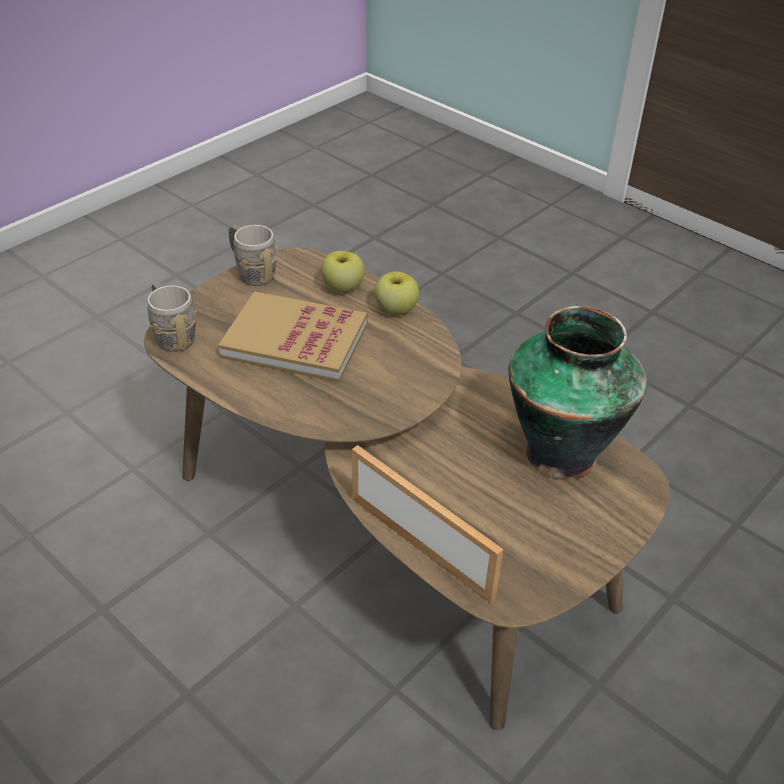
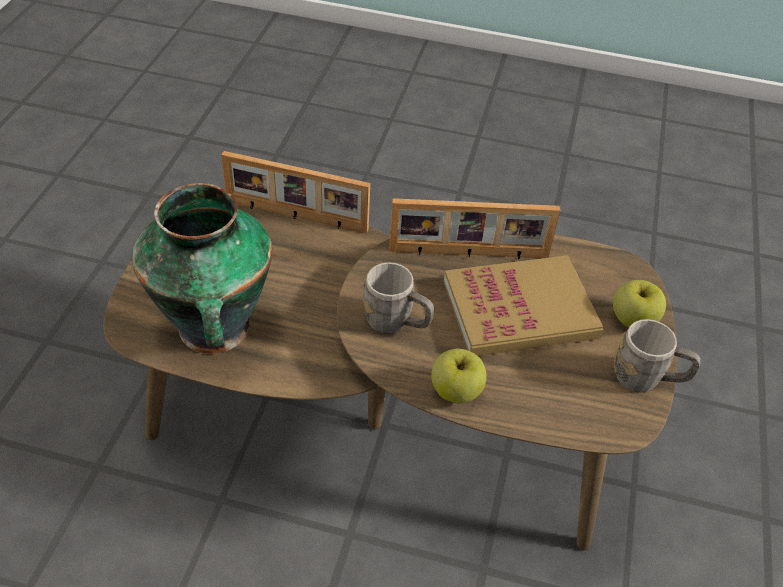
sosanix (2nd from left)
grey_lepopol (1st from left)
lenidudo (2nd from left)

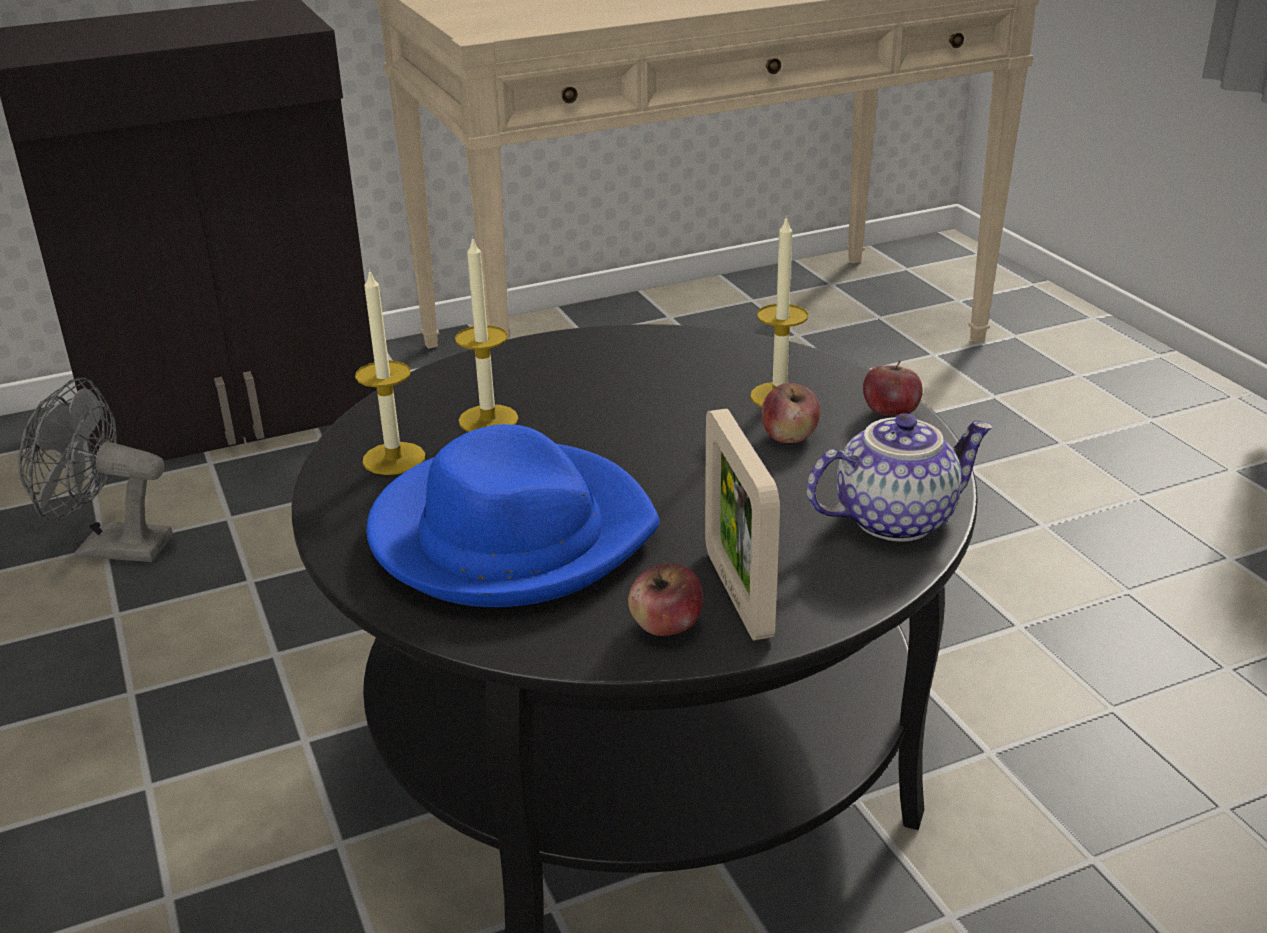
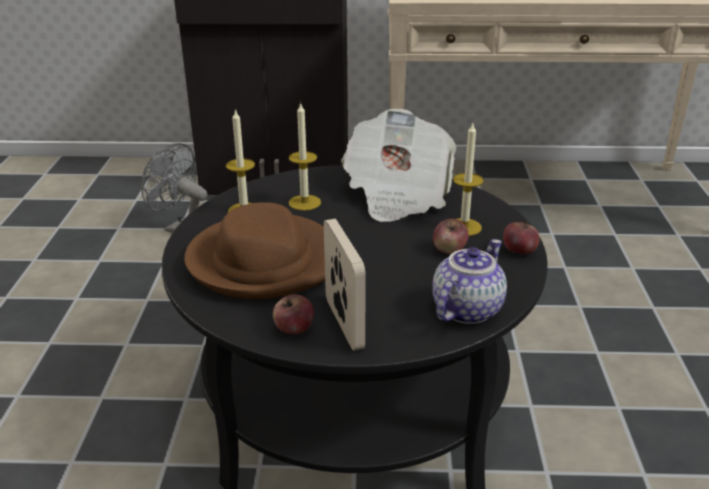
lenidudo
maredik
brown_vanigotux
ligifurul

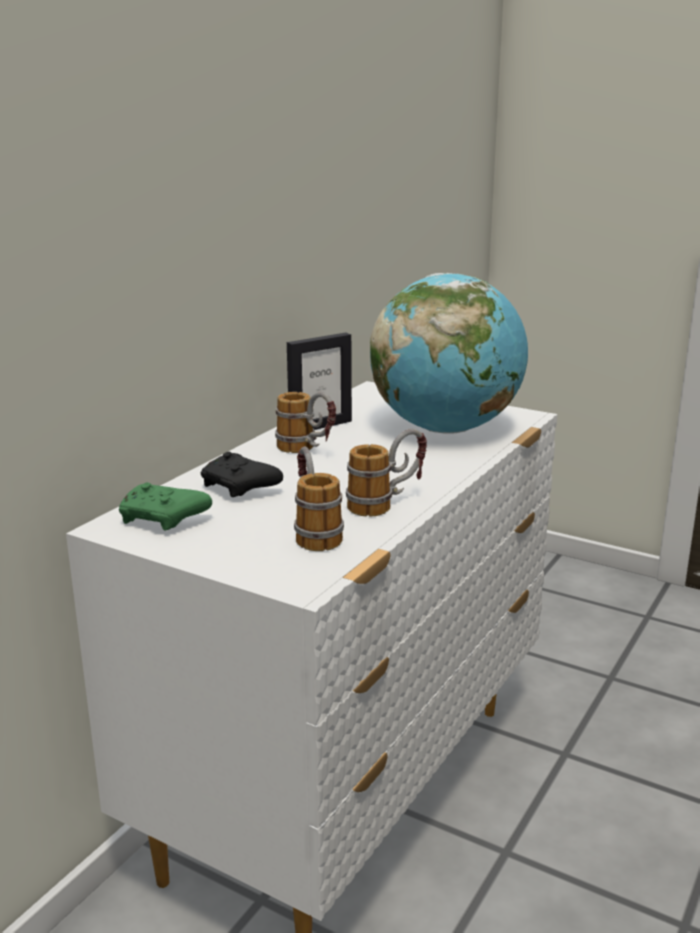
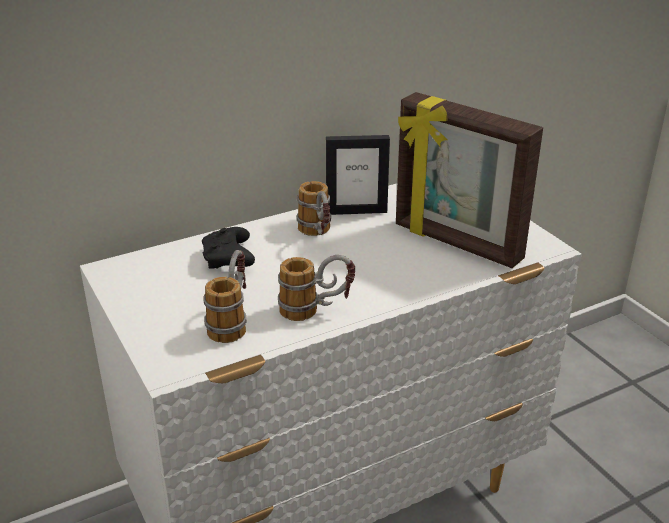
lenidudo (2nd from left)
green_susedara

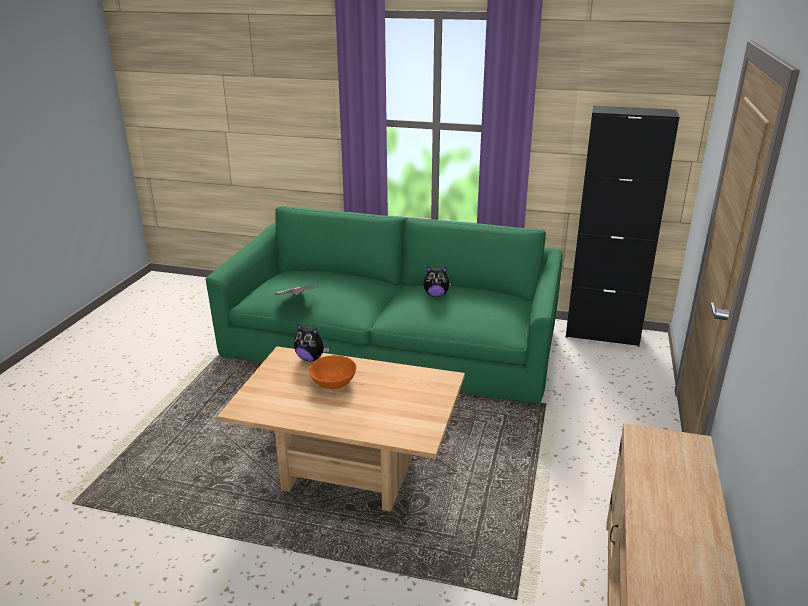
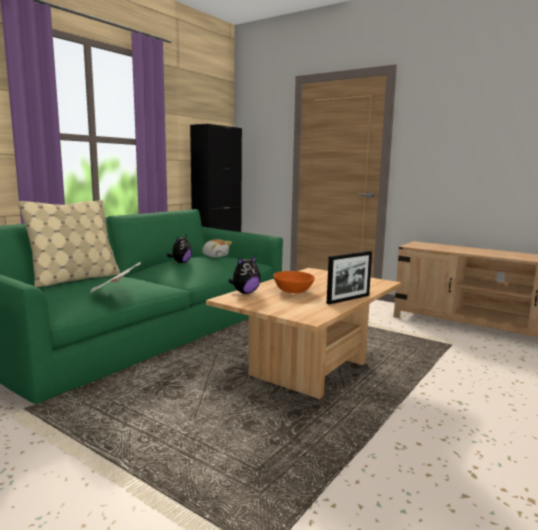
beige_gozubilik
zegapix (2nd from left)
lenidudo

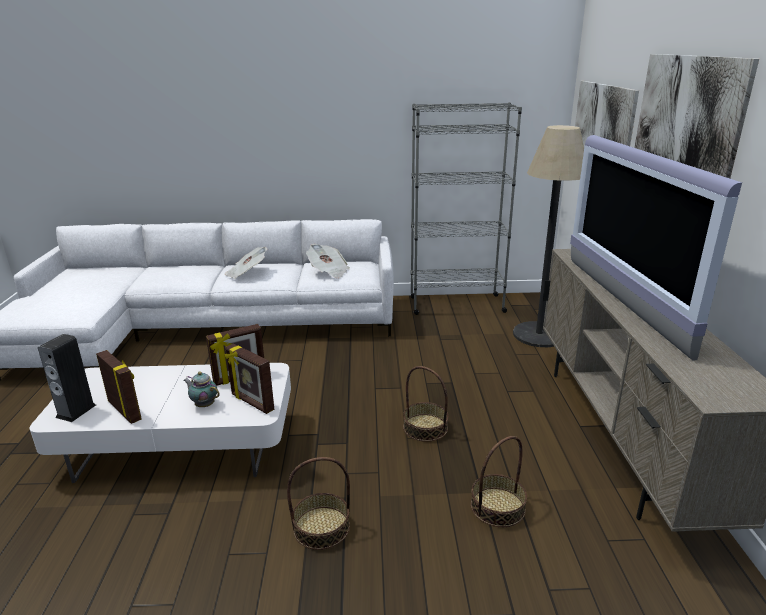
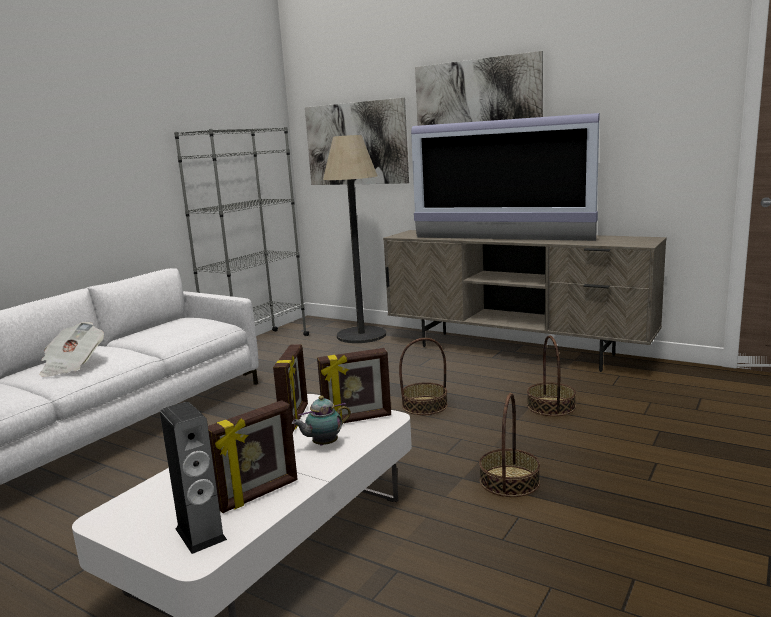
ligifurul (2nd from left in the first image)
lenidudo (1st from left)

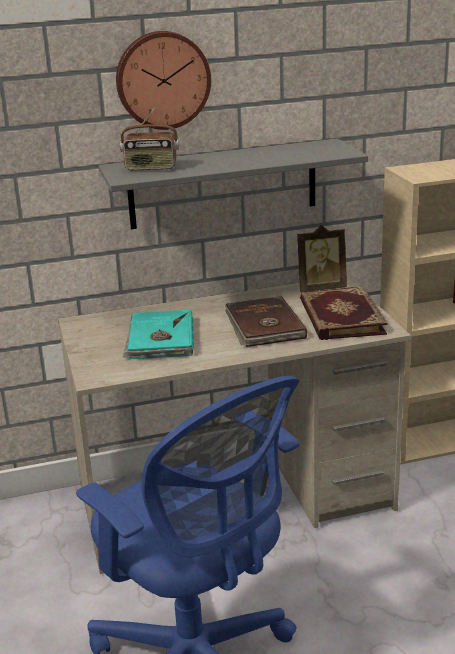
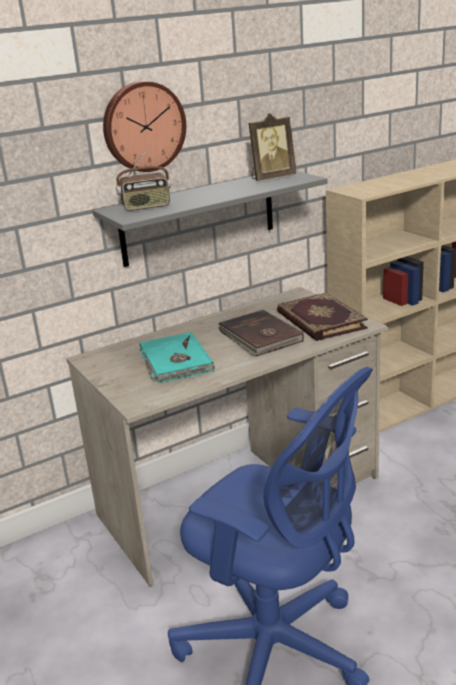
lenidudo

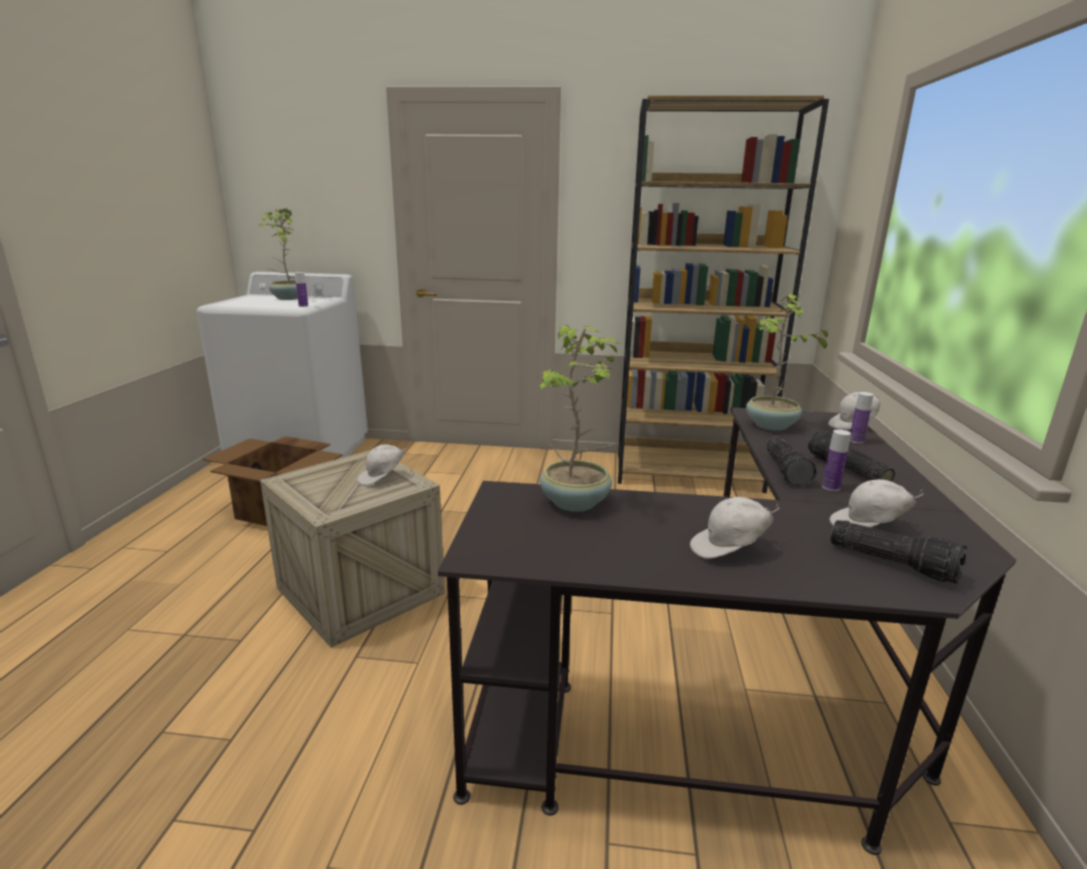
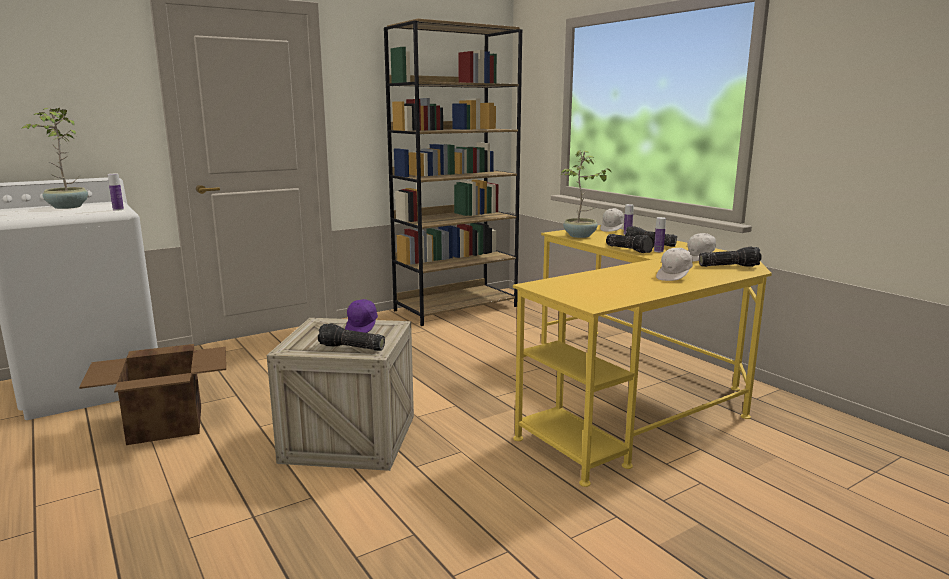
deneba (2nd from left in the first image)
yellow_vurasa
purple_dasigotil
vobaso (1st from left)

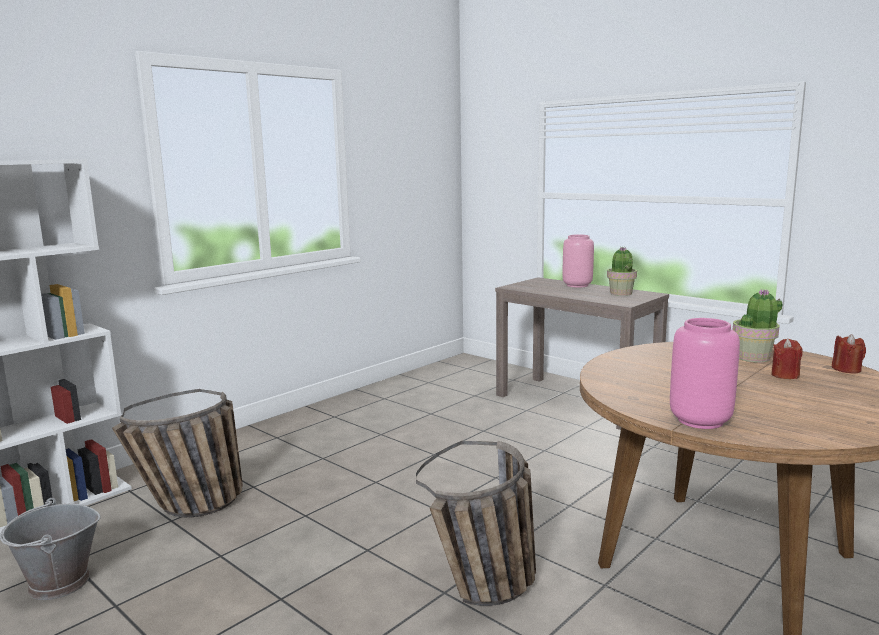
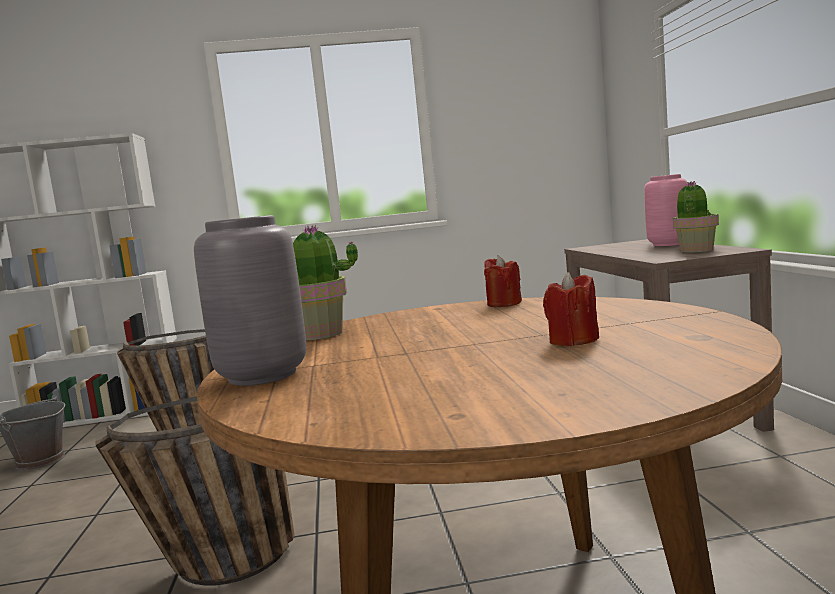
deneba (1st from left)
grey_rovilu
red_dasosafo (1st from left)

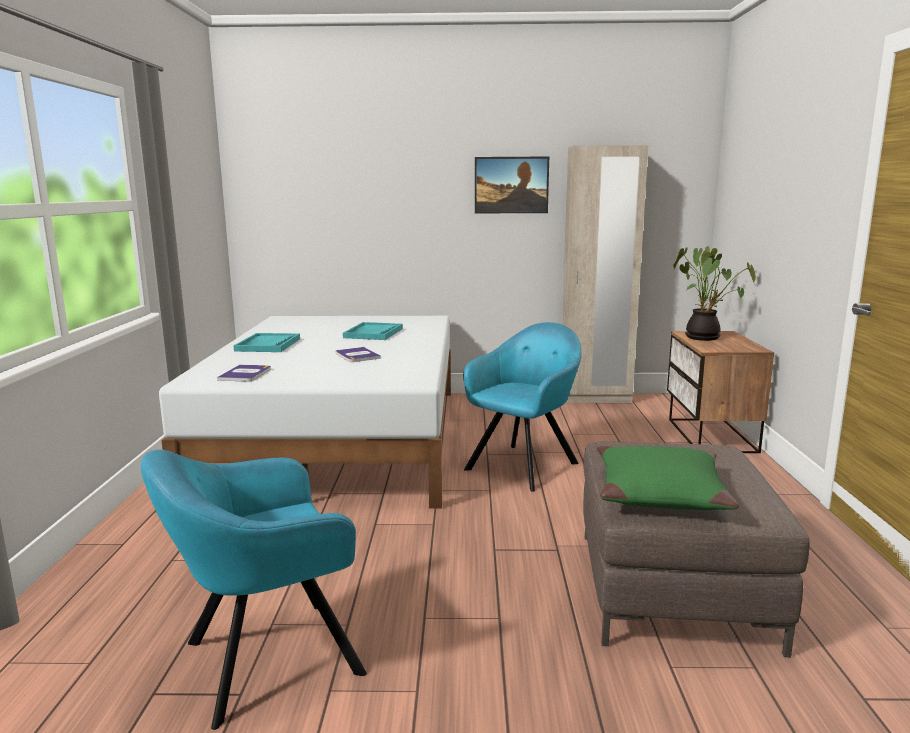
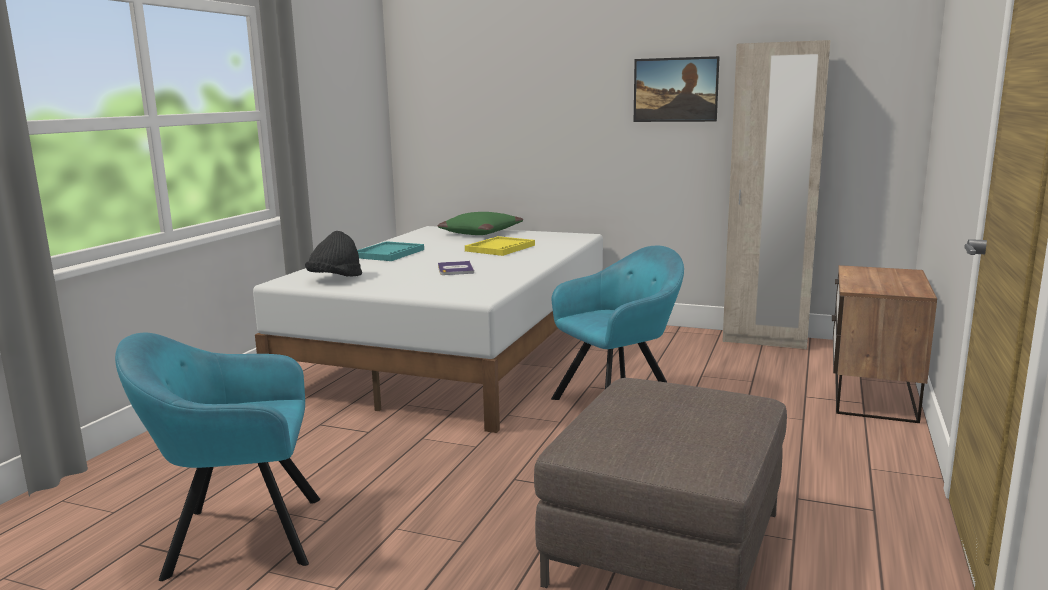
deneba
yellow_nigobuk
black_vanigotux
green_gozubilik

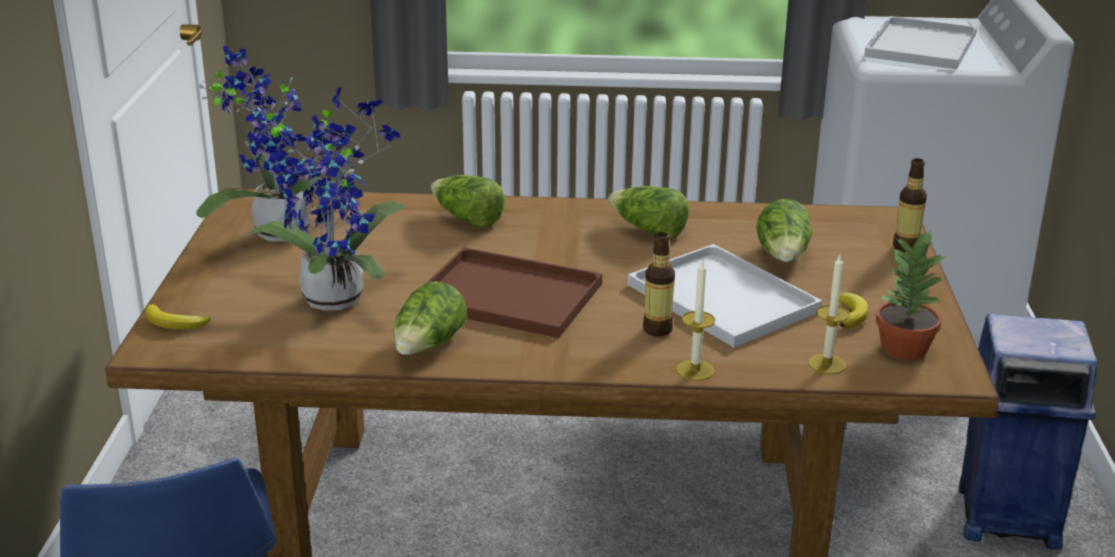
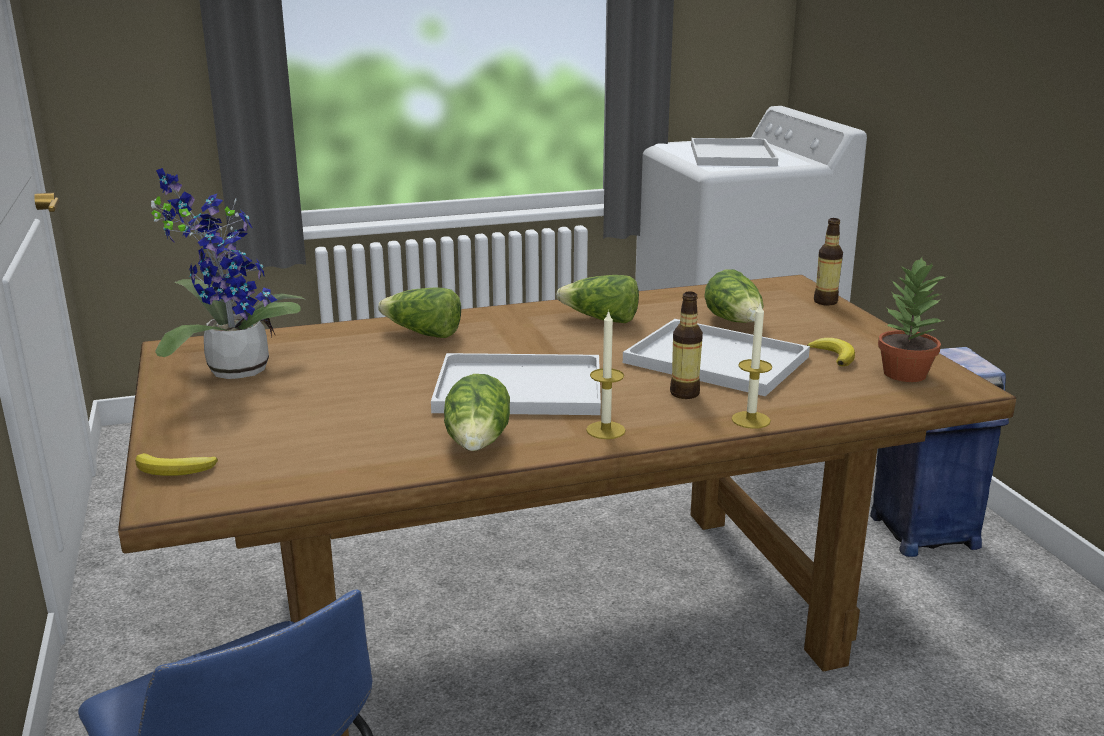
deneba (2nd from left in the first image)
white_nigobuk (1st from left)
dasosafo (1st from left)

